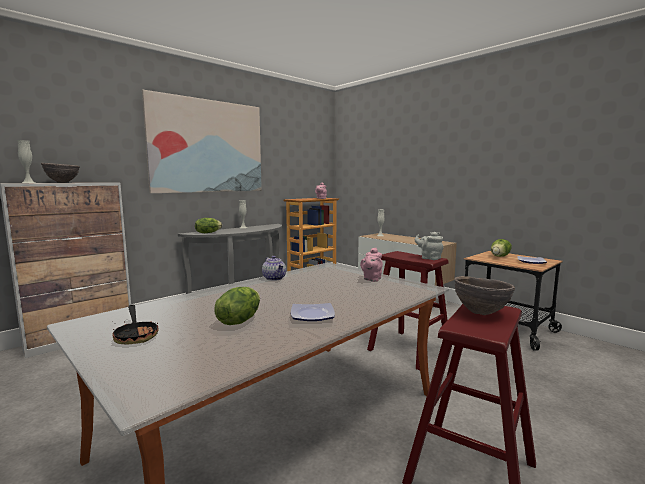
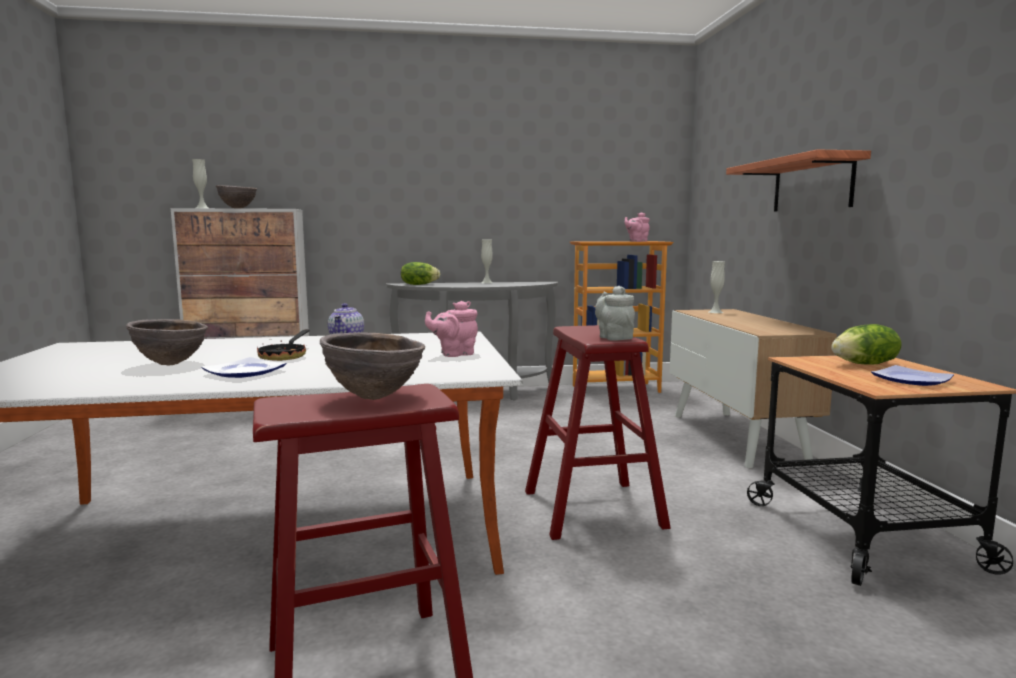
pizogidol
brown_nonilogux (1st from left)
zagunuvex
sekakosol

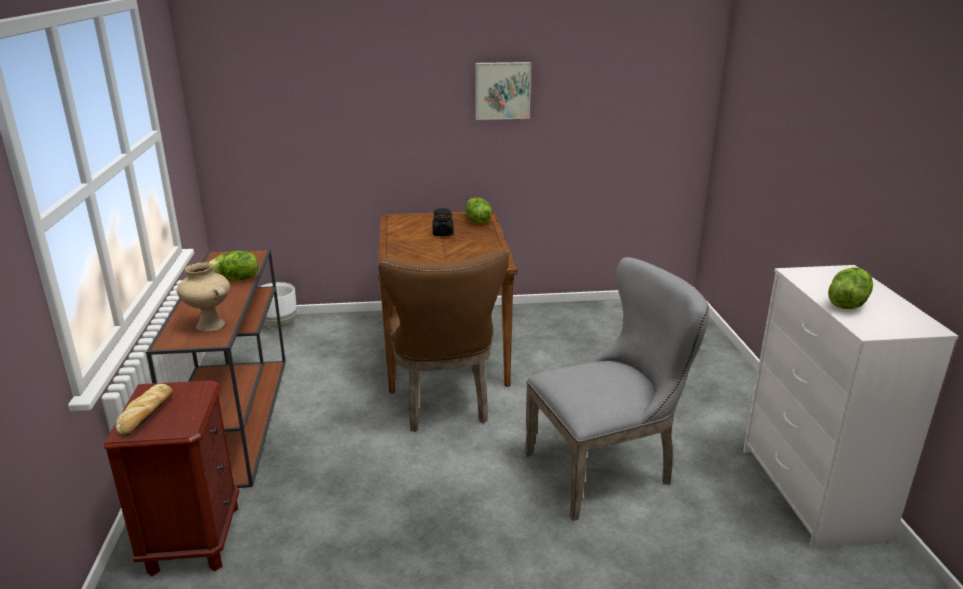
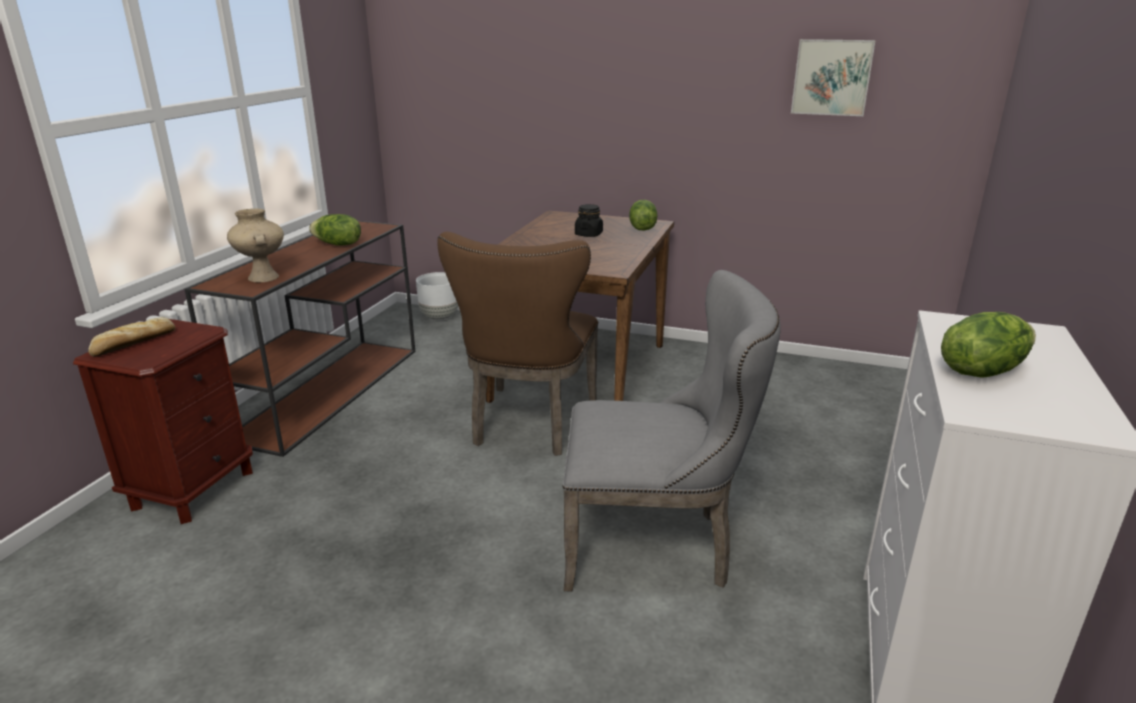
pizogidol

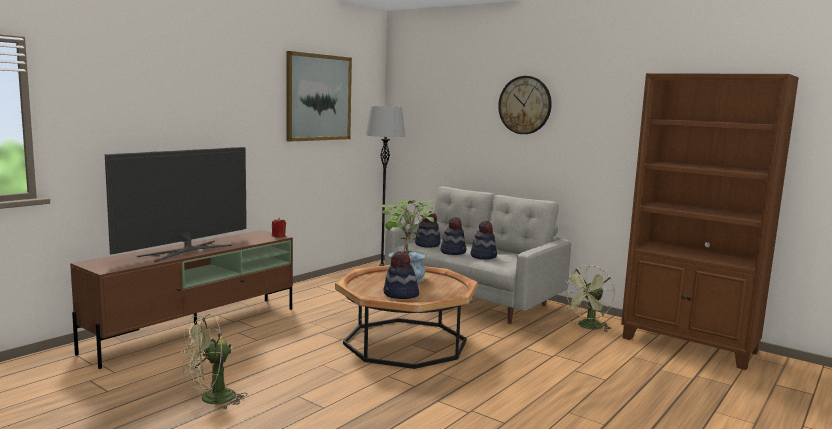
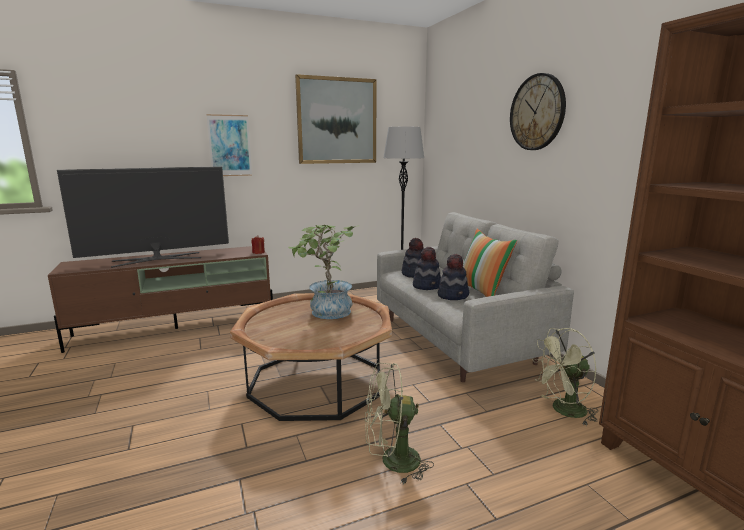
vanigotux (1st from left in the first image)
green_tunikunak (1st from left)
pizogidol (1st from left)
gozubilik

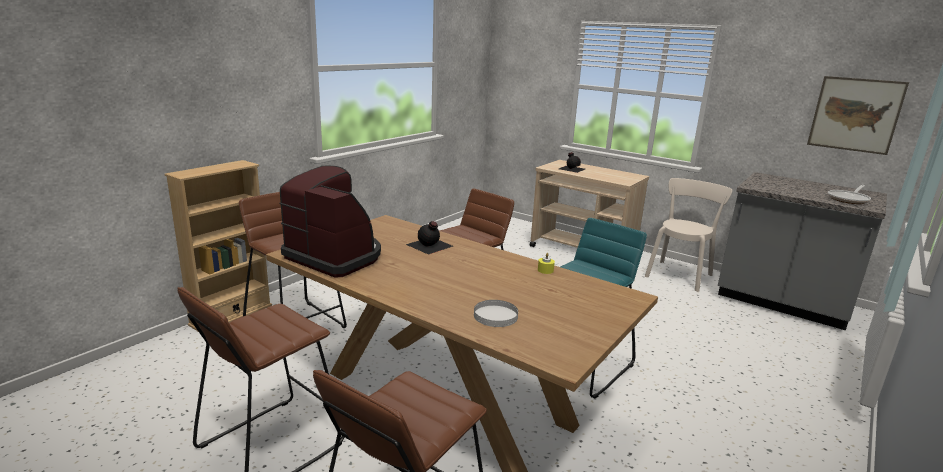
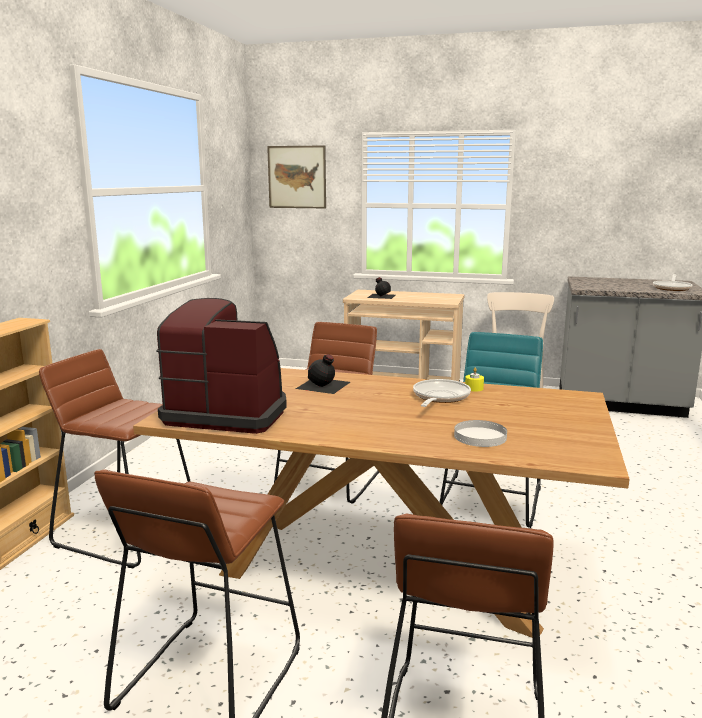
pizogidol
zagunuvex (1st from left)

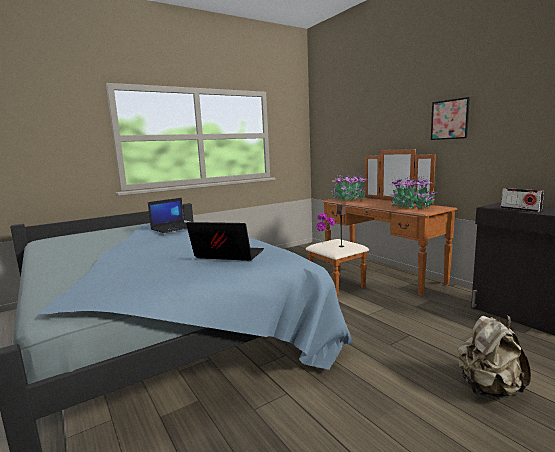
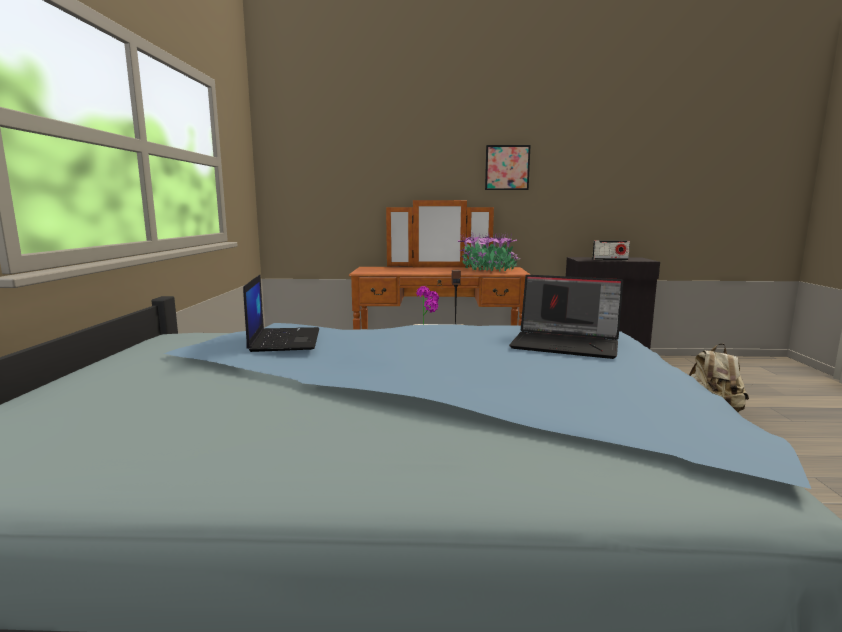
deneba (2nd from left in the first image)
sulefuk (2nd from left)

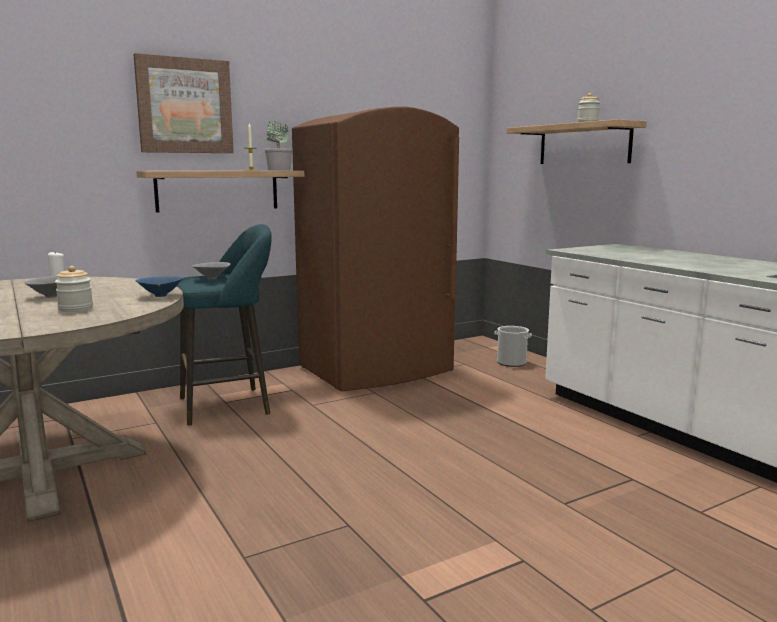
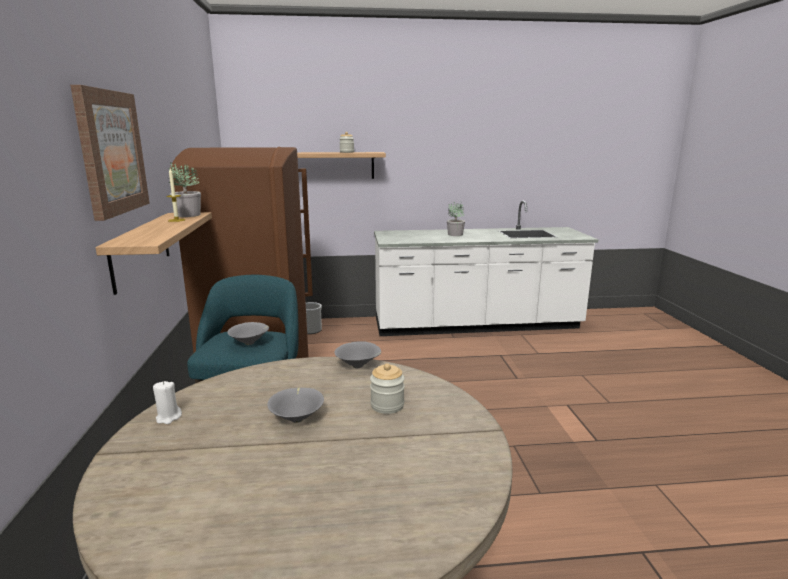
grey_nonilogux (3rd from left)
deneba (2nd from left)

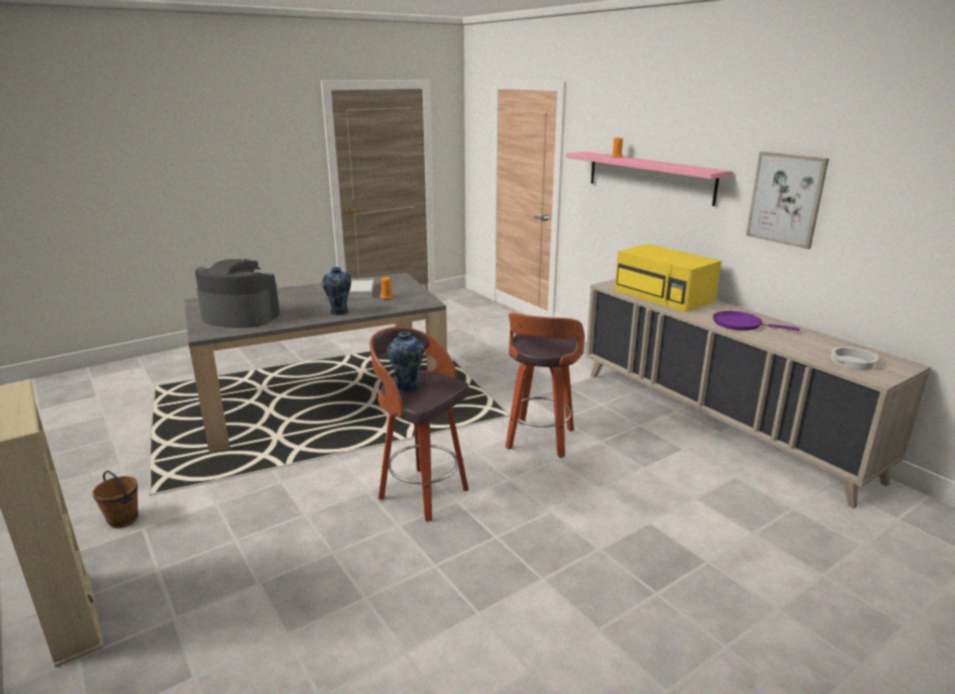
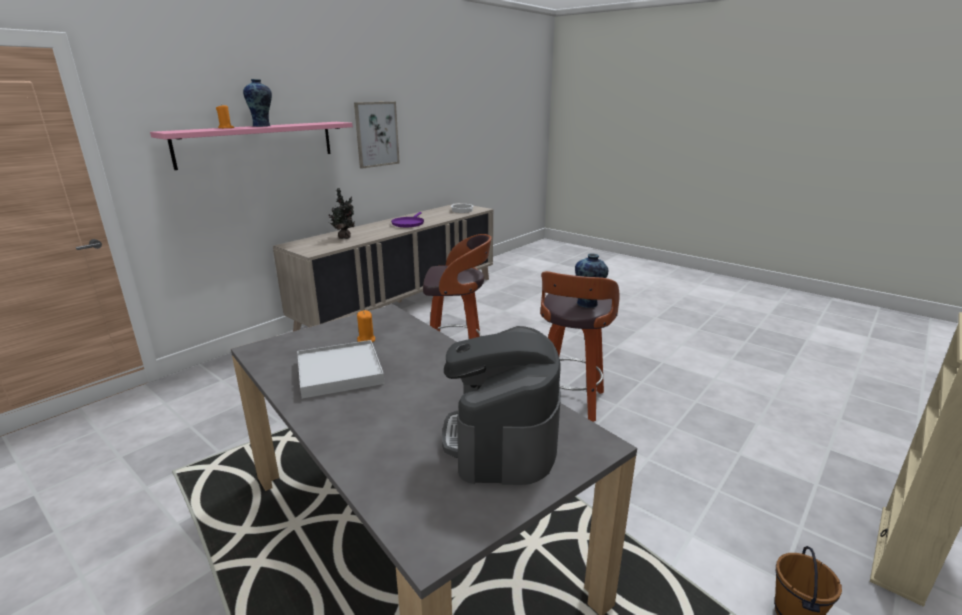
deneba
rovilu (1st from left)

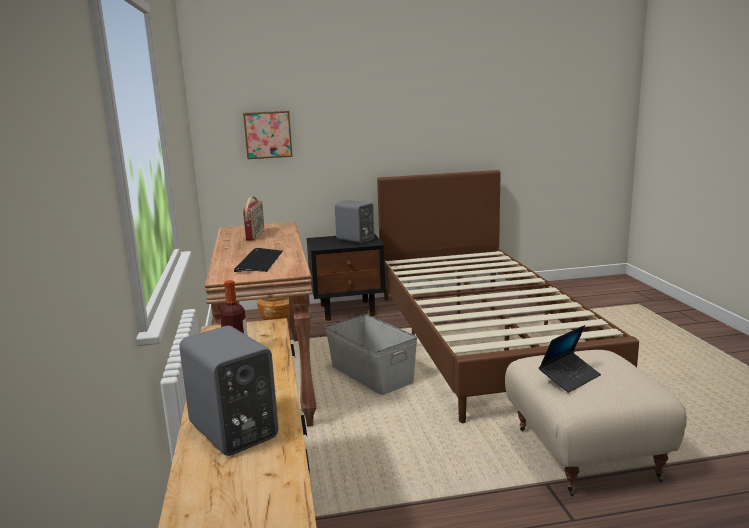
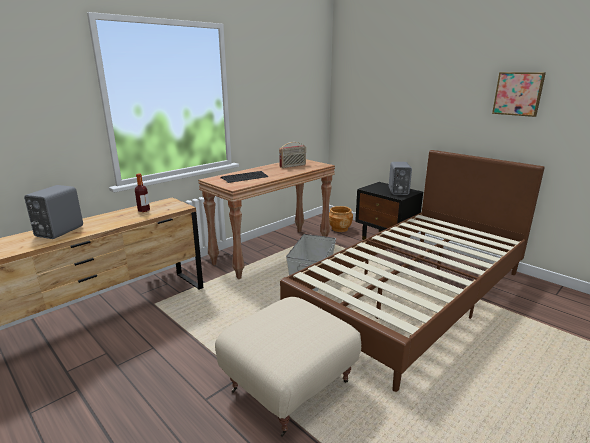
pizogidol
sulefuk

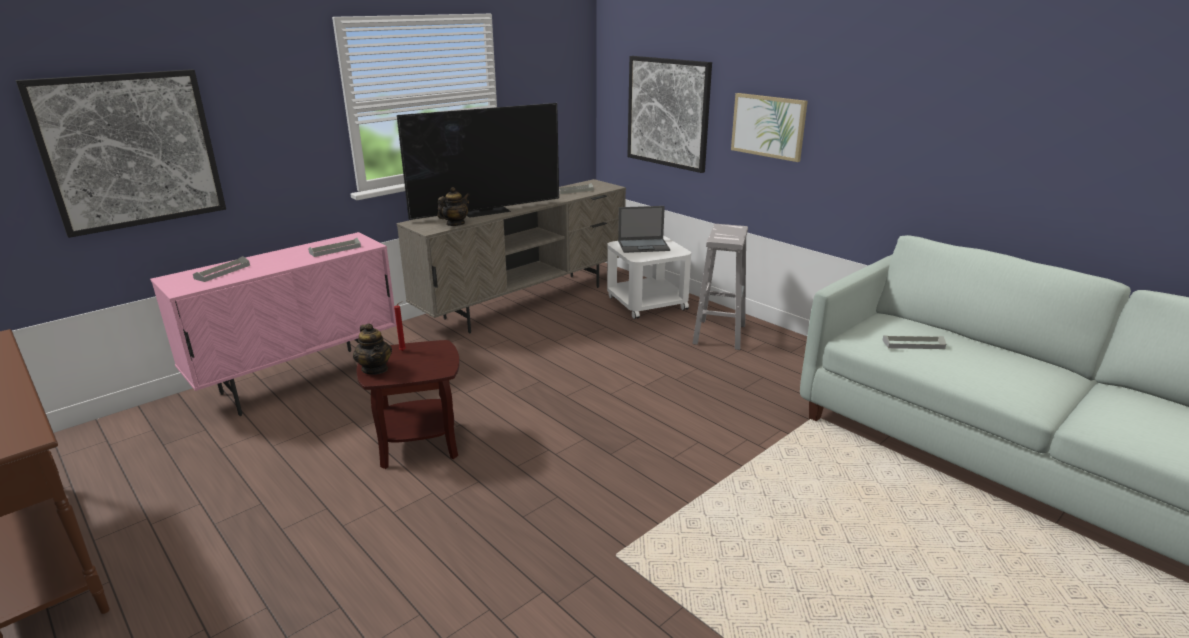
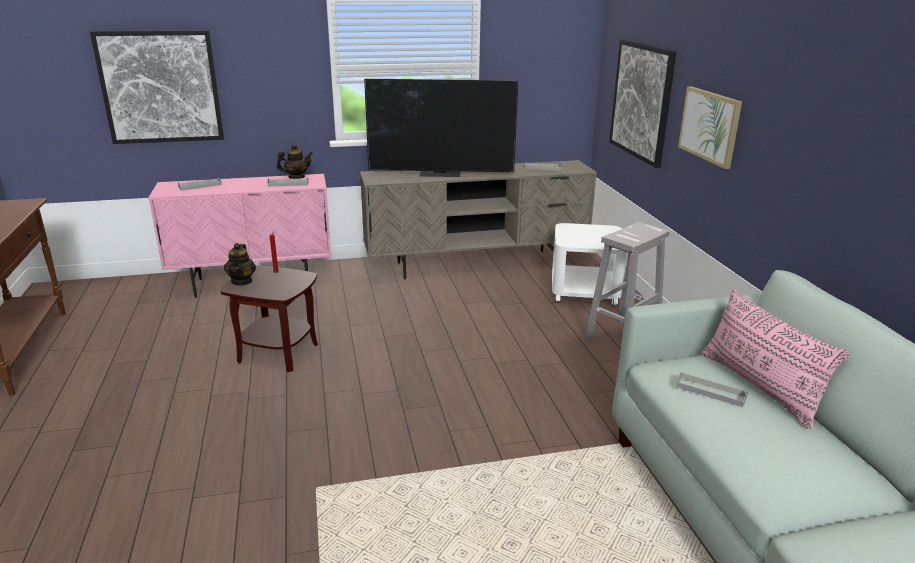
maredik (2nd from left)
sulefuk
pink_gozubilik

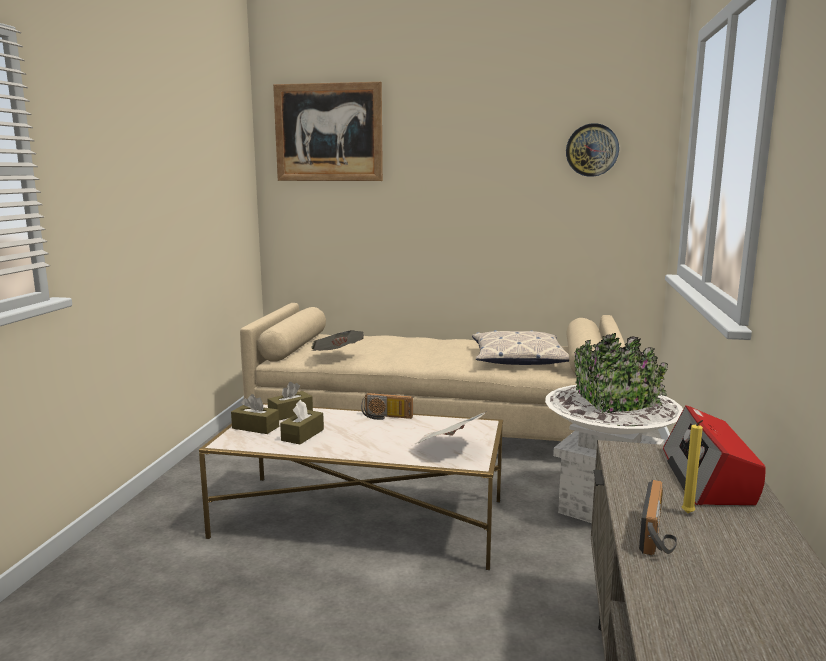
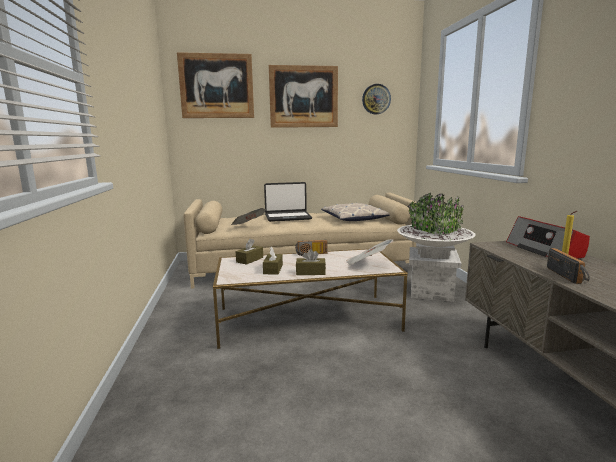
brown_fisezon (3rd from left)
pizogidol (2nd from left)
sulefuk

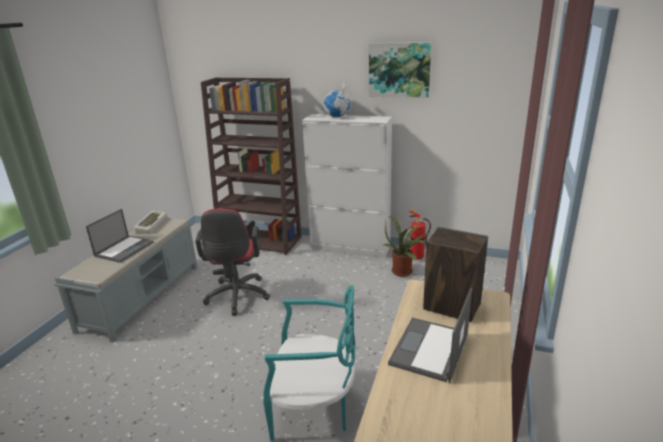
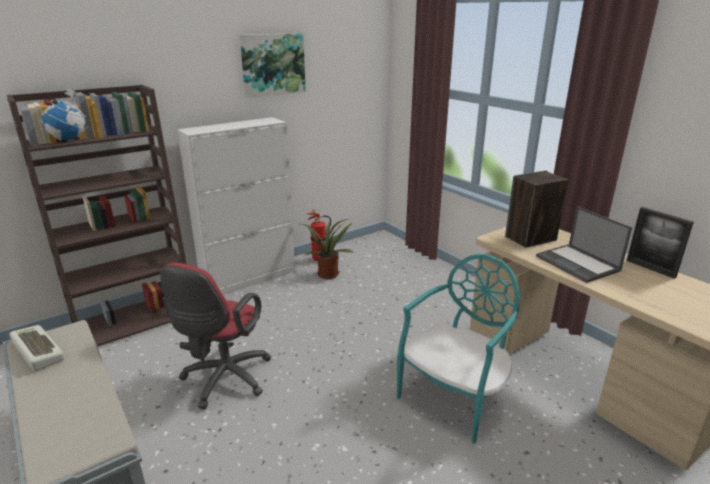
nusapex
sulefuk (1st from left in the first image)
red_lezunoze
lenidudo

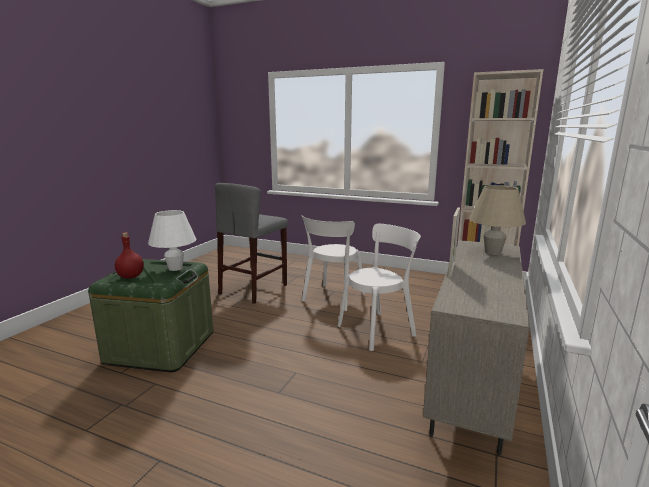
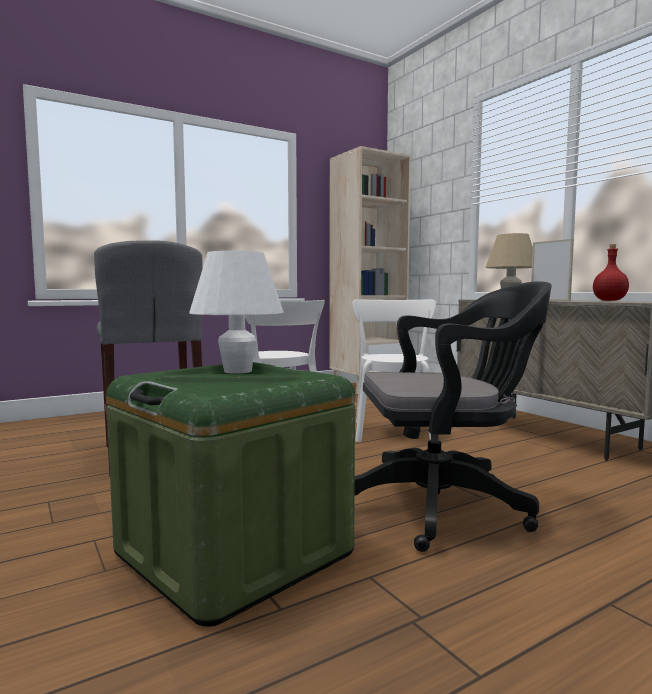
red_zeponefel
black_lezunoze

